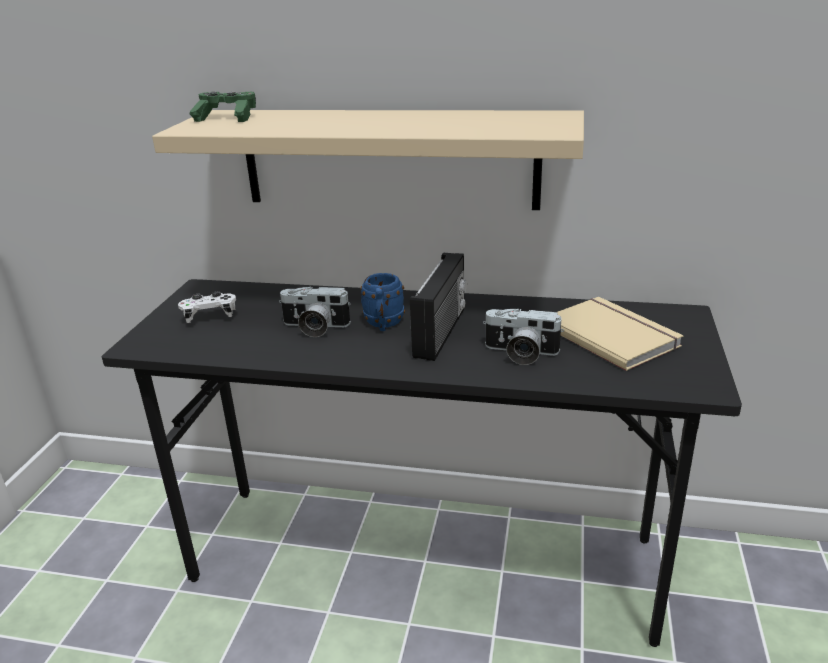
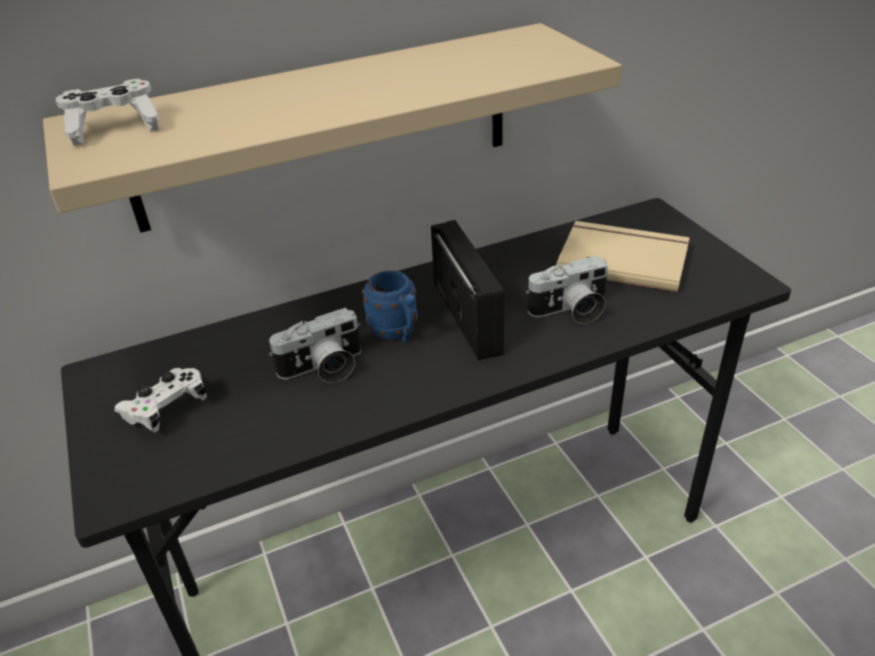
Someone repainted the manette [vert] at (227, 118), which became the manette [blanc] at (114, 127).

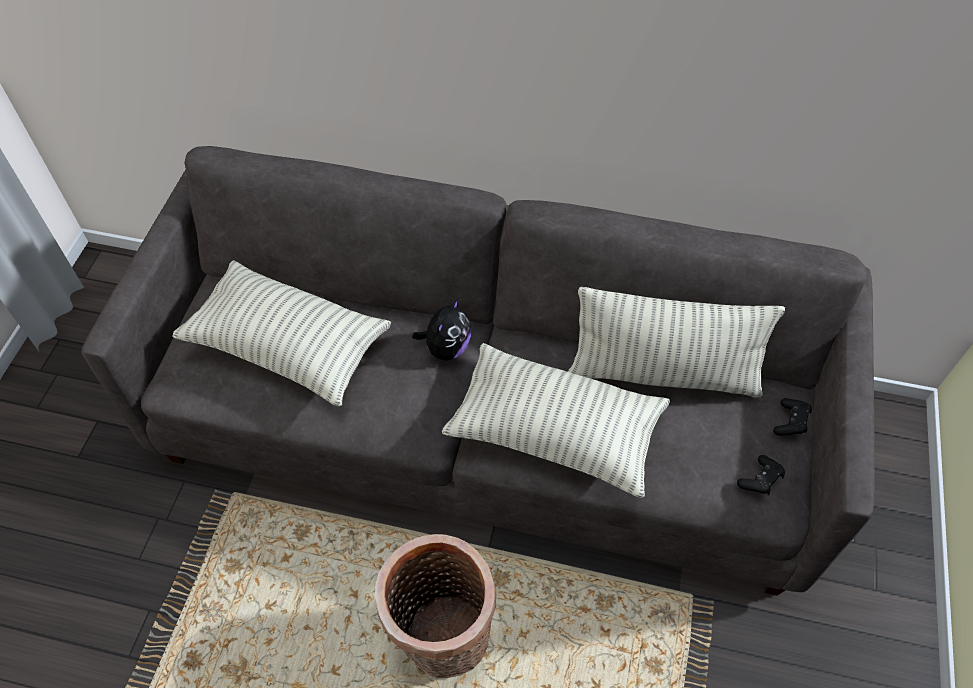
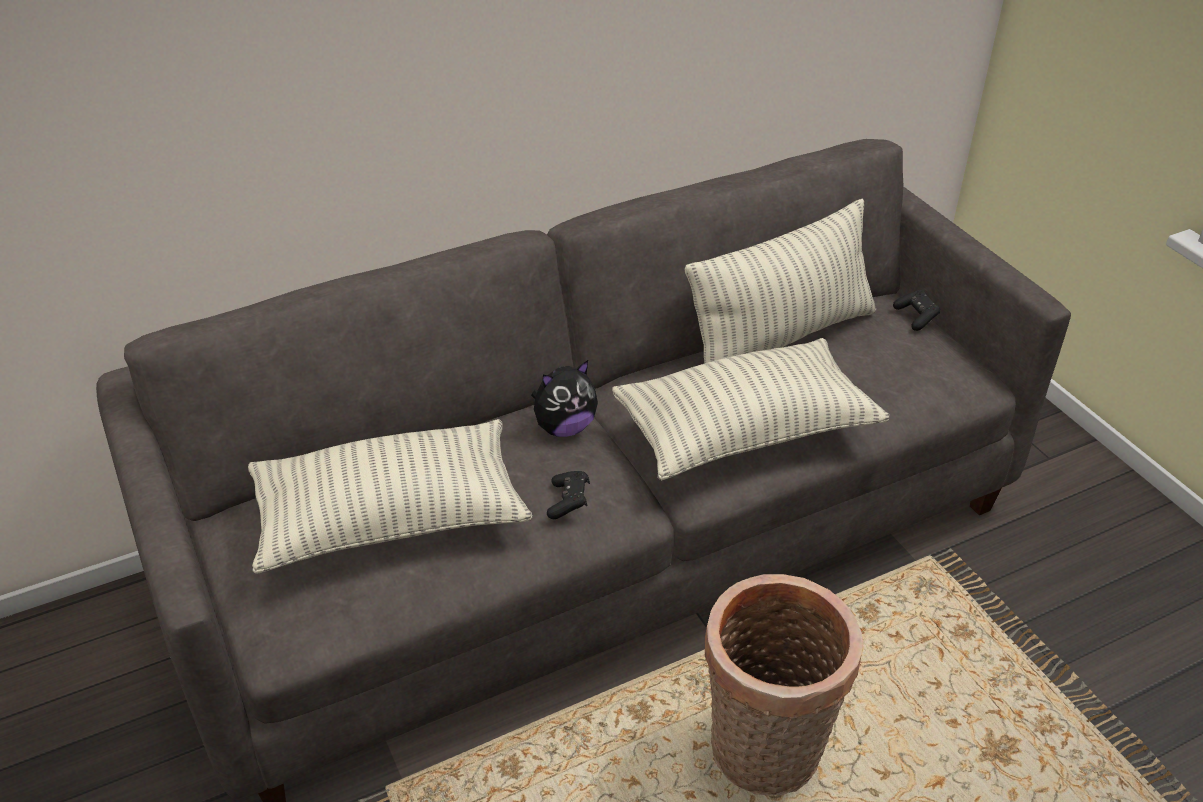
Someone carried the manette [noir] from (760, 480) to (569, 502).
Someone rotated the peluche at (446, 348) by 75 degrees clockwise.

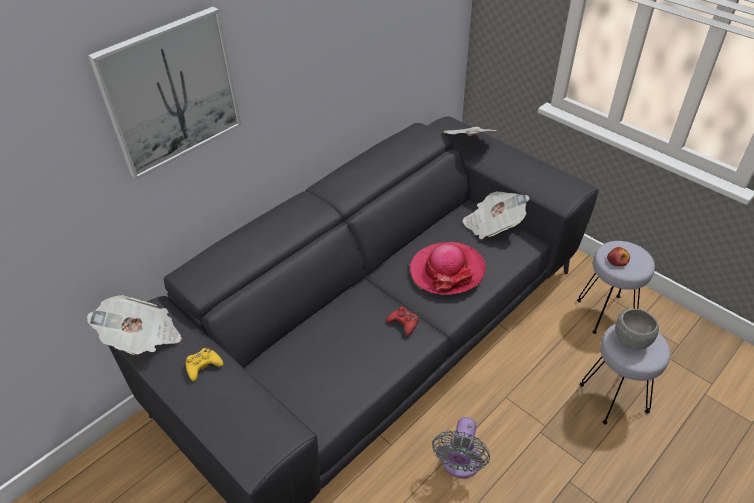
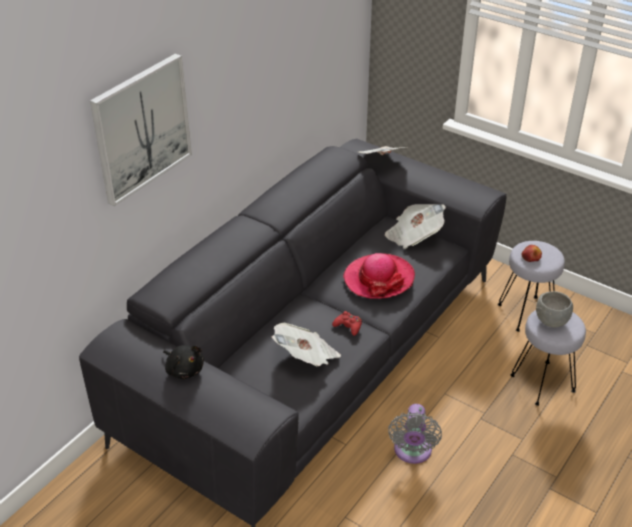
Someone carried the journal from (143, 338) to (306, 357).
Someone swapped the manette [jaune] at (203, 366) for the peluche [noir] at (184, 369).

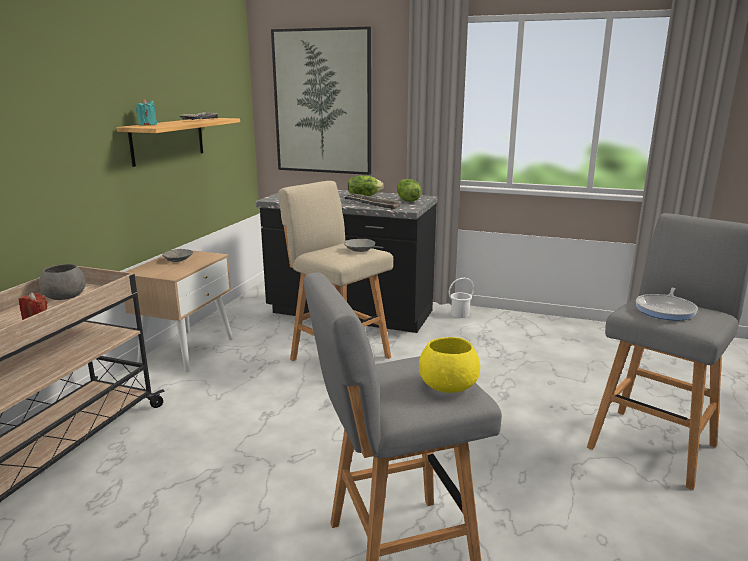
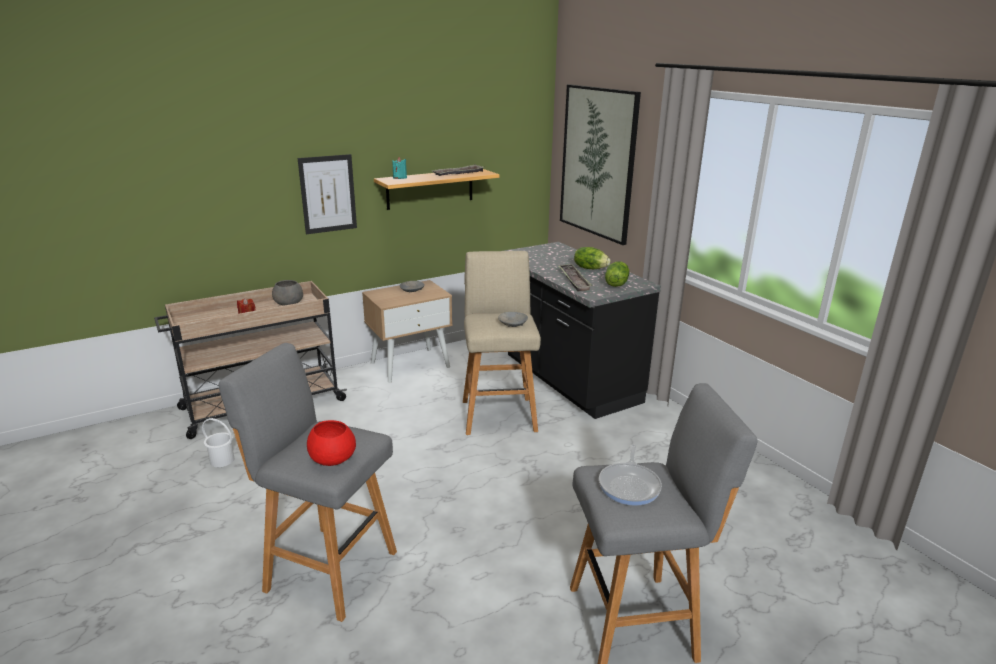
Someone put up the tableau at (328, 194).
Someone carried the seau [blanc] from (459, 314) to (222, 460).
Someone repainted the bol [jaune] at (447, 385), which became the bol [rouge] at (332, 458).
Someone rotated the poêle at (666, 310) by 60 degrees counterclockwise.

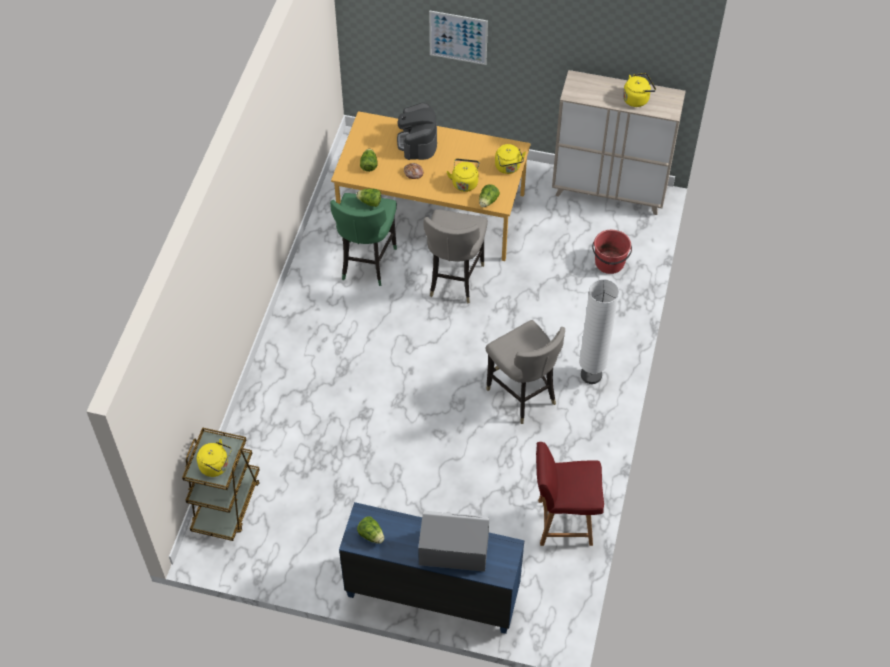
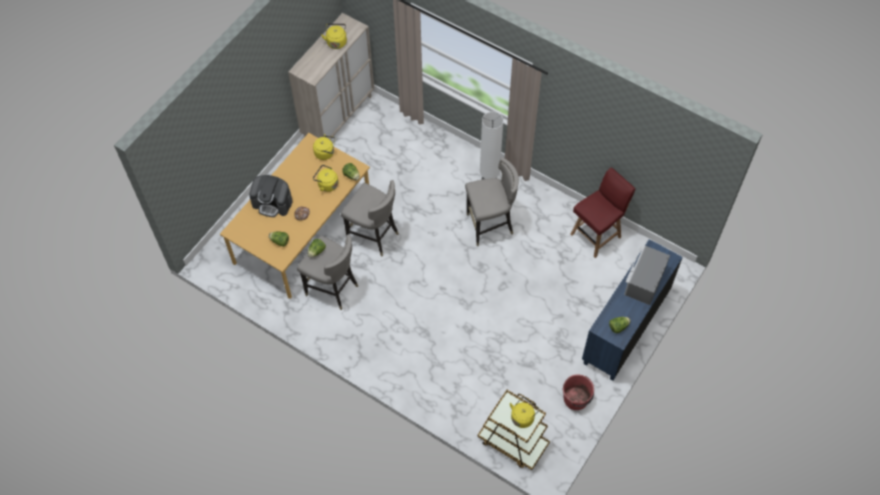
Someone took away the tableau at (458, 37).
Someone carried the seau [rouge] from (609, 263) to (576, 399).
Someone repainted the tabouret [vert] at (366, 263), which became the tabouret [gris] at (333, 289).
Someone rotated the chaise [rouge] at (563, 522) by 150 degrees counterclockwise.

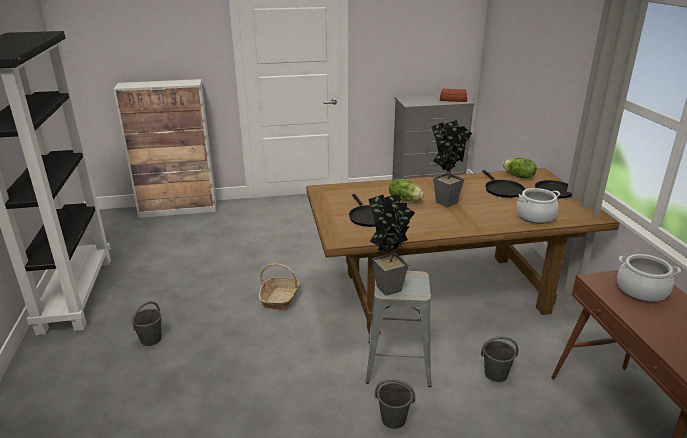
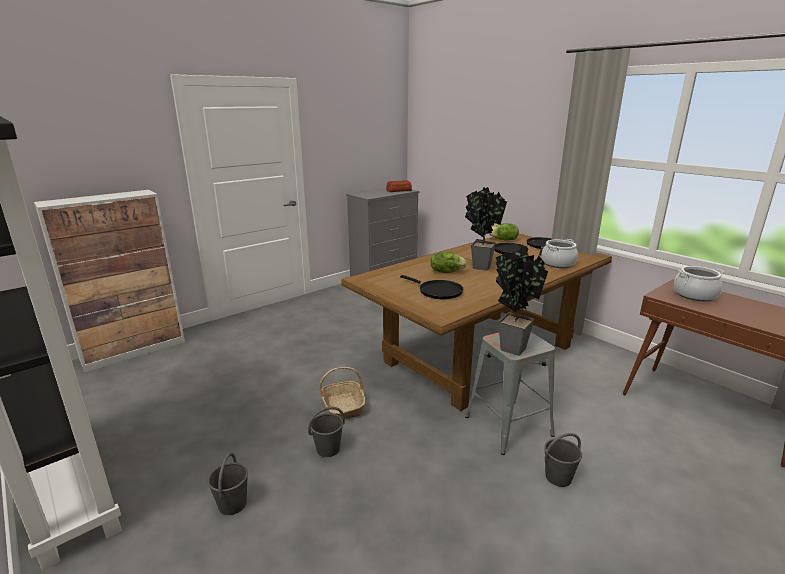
Someone carried the seau [gris] from (495, 374) to (327, 449).

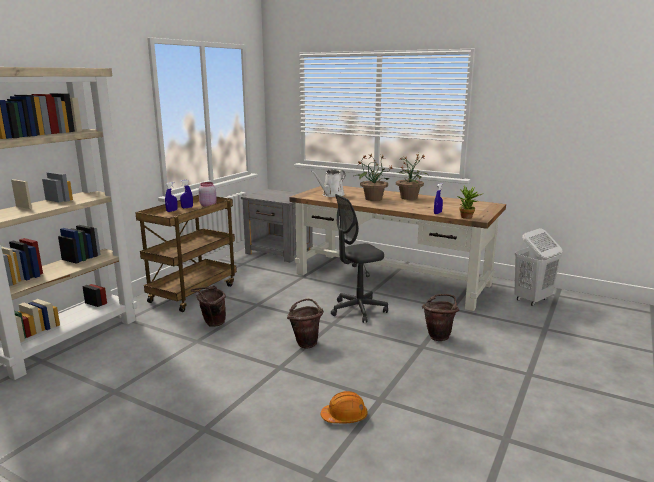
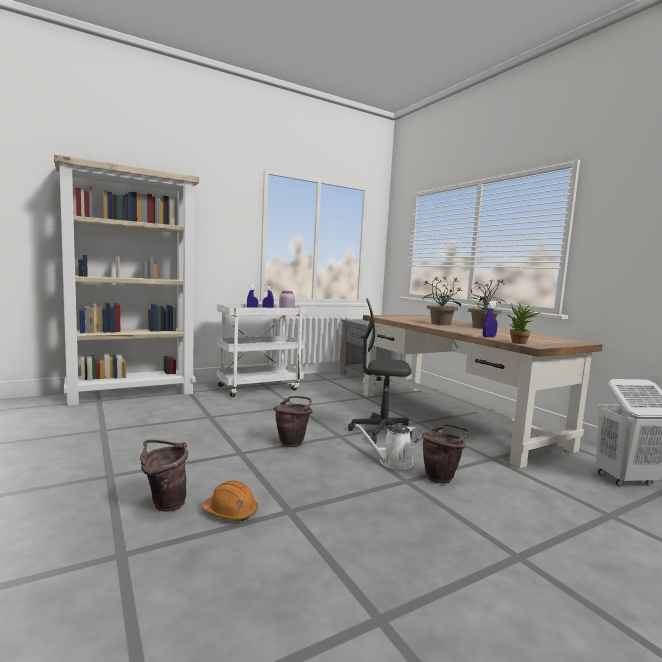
Someone carried the seau [marron] from (211, 323) to (164, 504).
Someone carried the arrosoir [blanc] from (331, 195) to (393, 462).
Someone repainted the chariot [marron] at (193, 292), which became the chariot [blanc] at (260, 387).

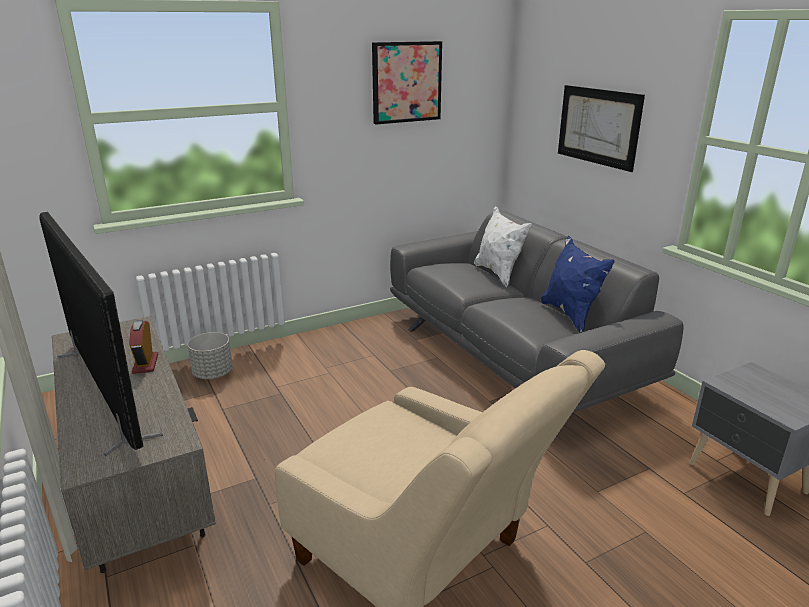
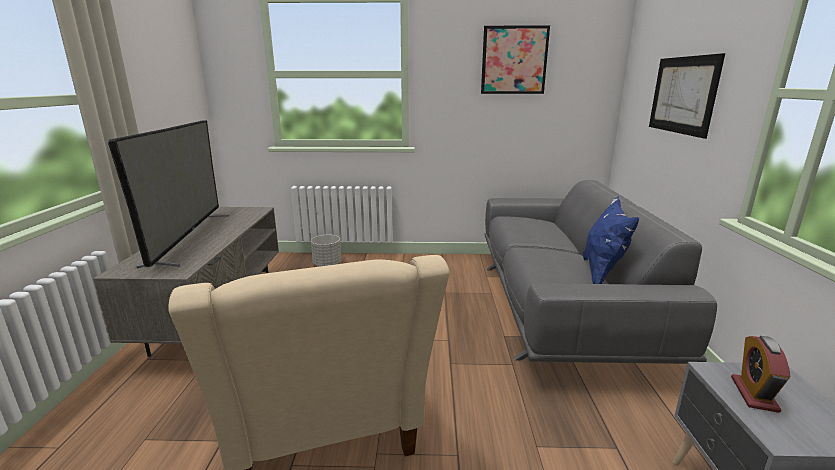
Someone took away the coussin [blanc] at (498, 273).
Someone carried the réveil from (145, 364) to (754, 394).

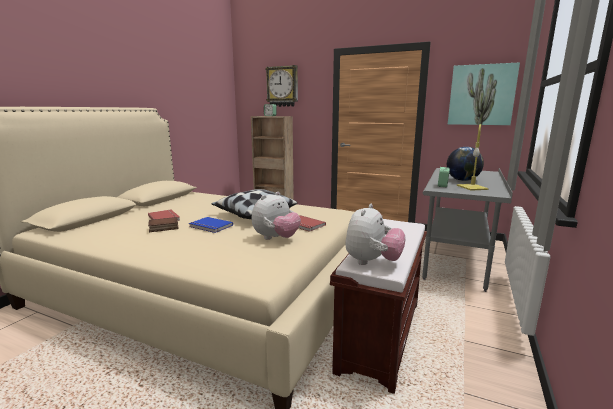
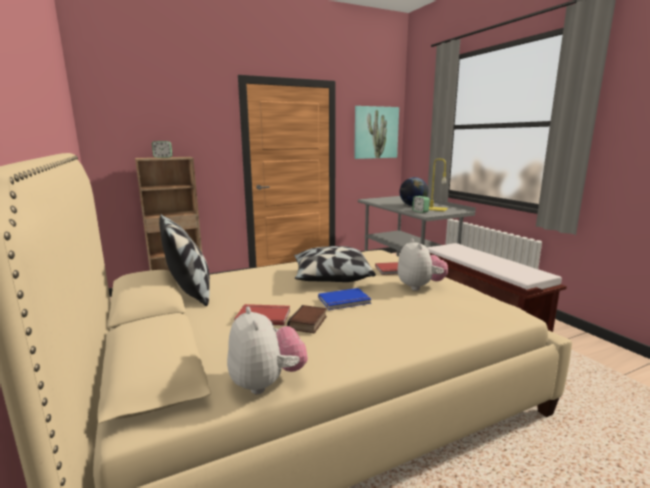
Someone took away the horloge murale at (282, 86).
Someone put down the coussin at (189, 293).
Someone carried the peluche from (372, 262) to (266, 382).

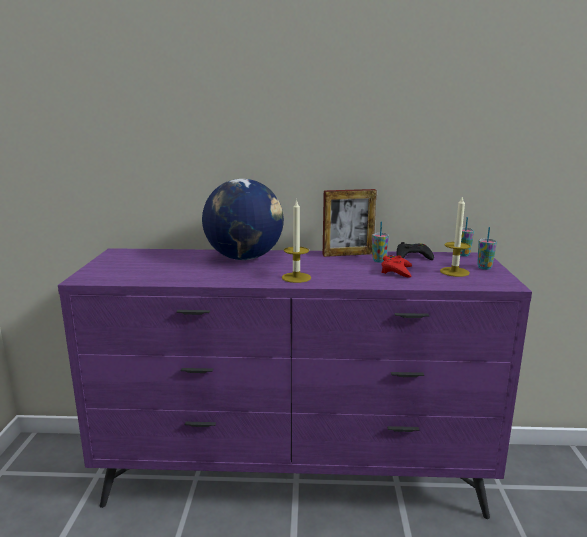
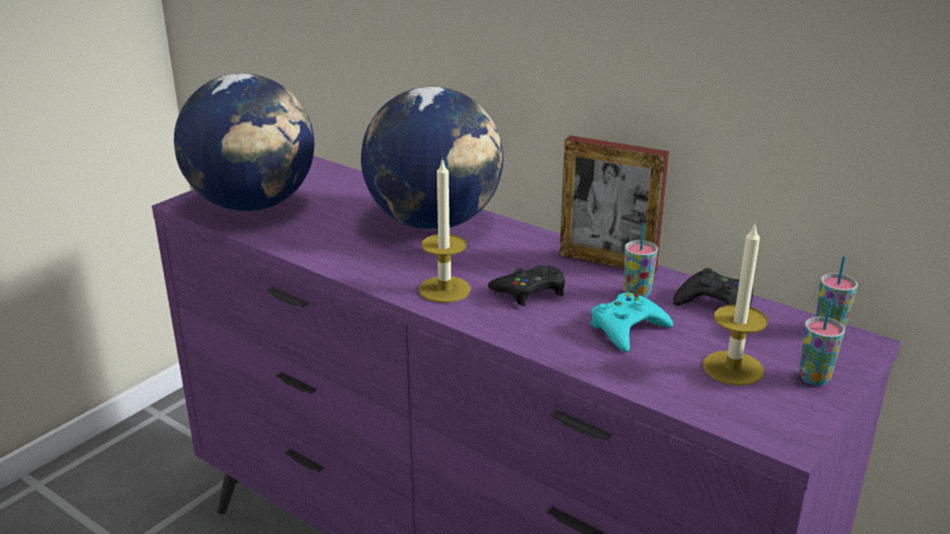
Someone put down the globe at (253, 205).
Someone put down the manette [noir] at (530, 291).
Someone repainted the manette [rouge] at (396, 271), which became the manette [turquoise] at (627, 329).

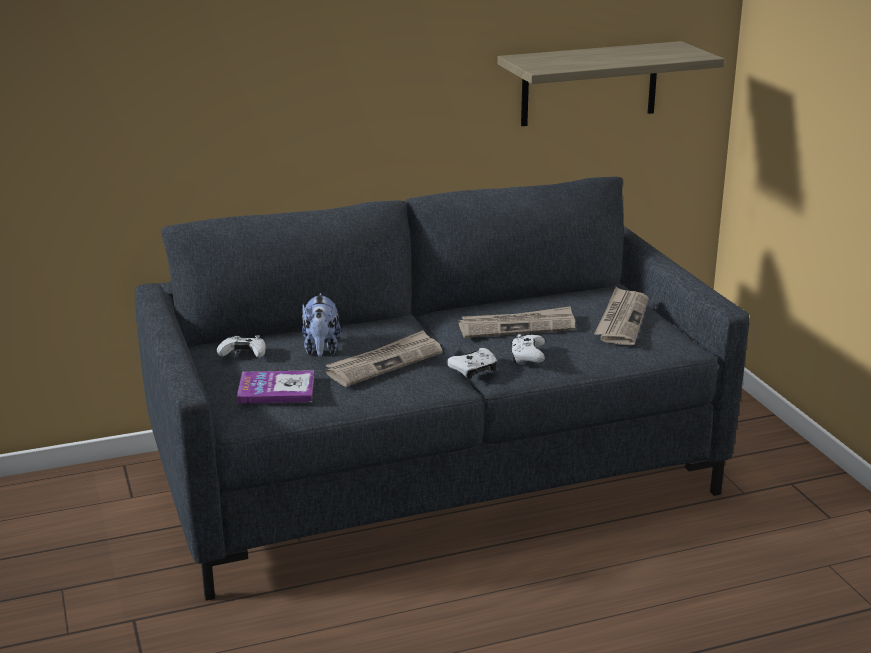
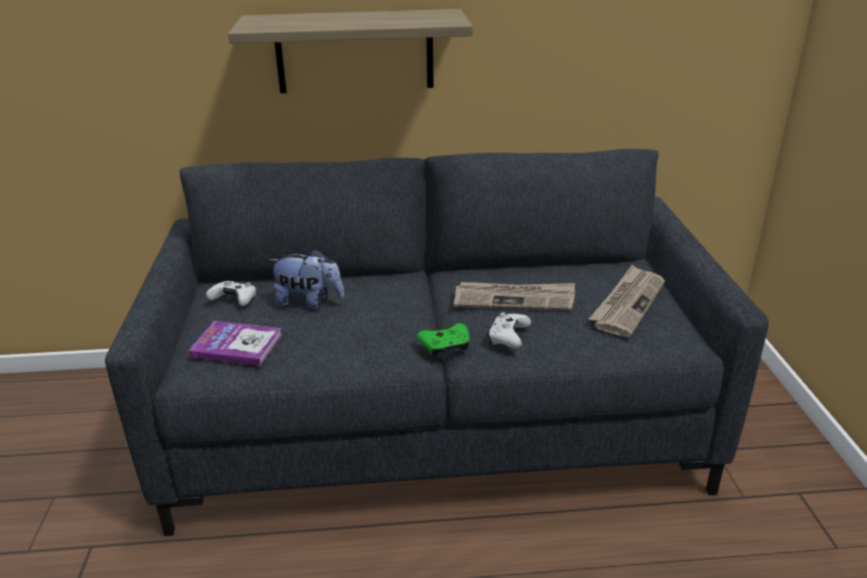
Someone took away the journal at (384, 362).
Someone carried the étagère from (589, 84) to (355, 51).
Someone repainted the manette [blanc] at (474, 370), which became the manette [vert] at (445, 347).
Someone rotated the peluche at (321, 349) by 90 degrees counterclockwise.

